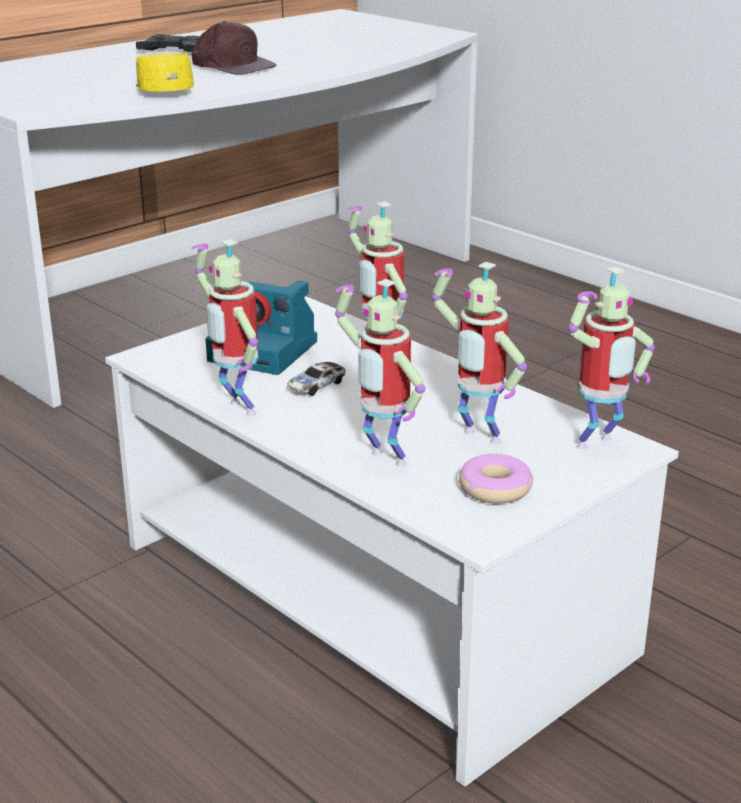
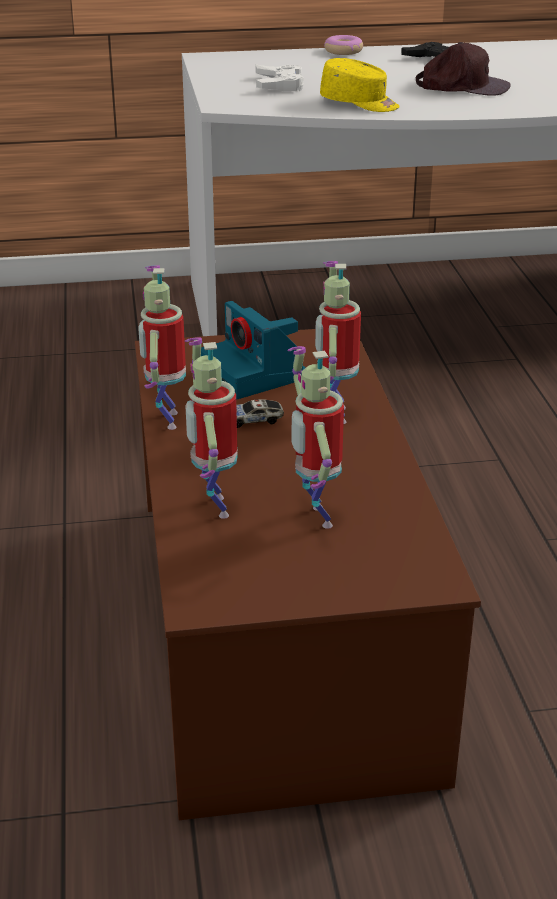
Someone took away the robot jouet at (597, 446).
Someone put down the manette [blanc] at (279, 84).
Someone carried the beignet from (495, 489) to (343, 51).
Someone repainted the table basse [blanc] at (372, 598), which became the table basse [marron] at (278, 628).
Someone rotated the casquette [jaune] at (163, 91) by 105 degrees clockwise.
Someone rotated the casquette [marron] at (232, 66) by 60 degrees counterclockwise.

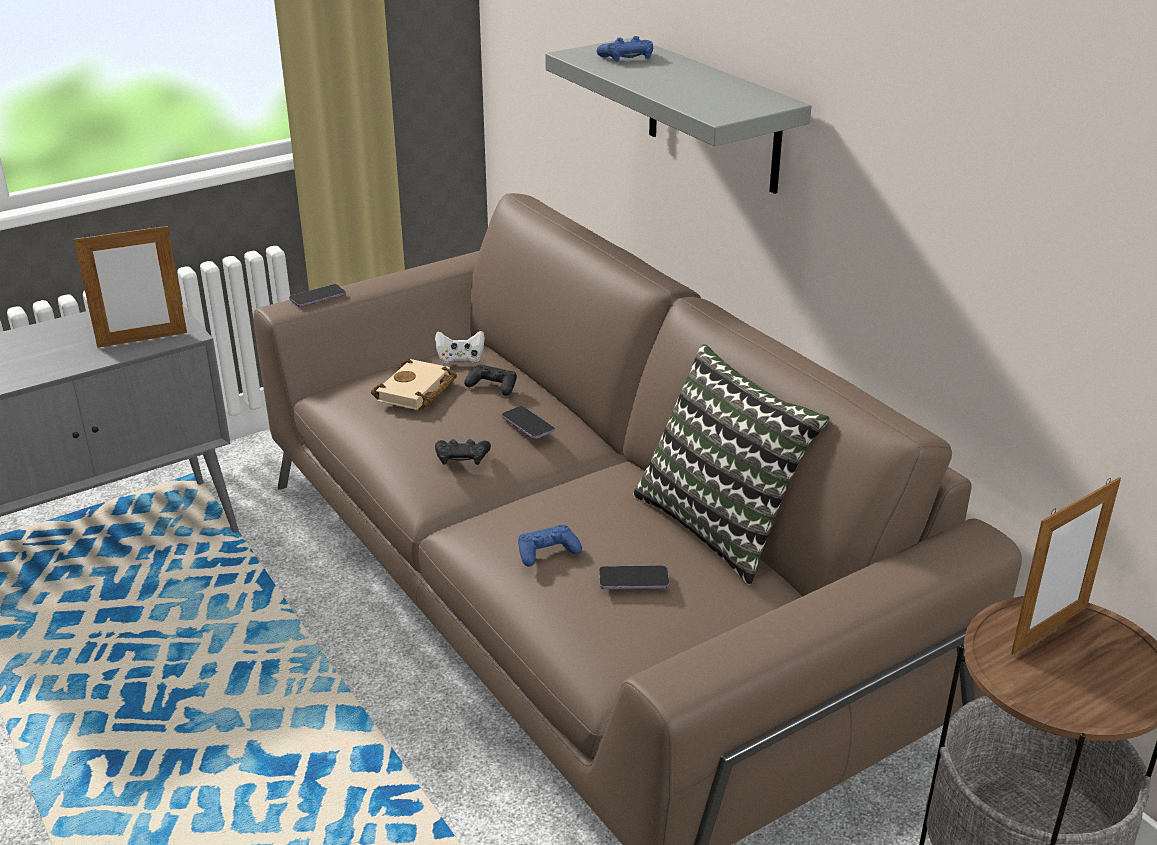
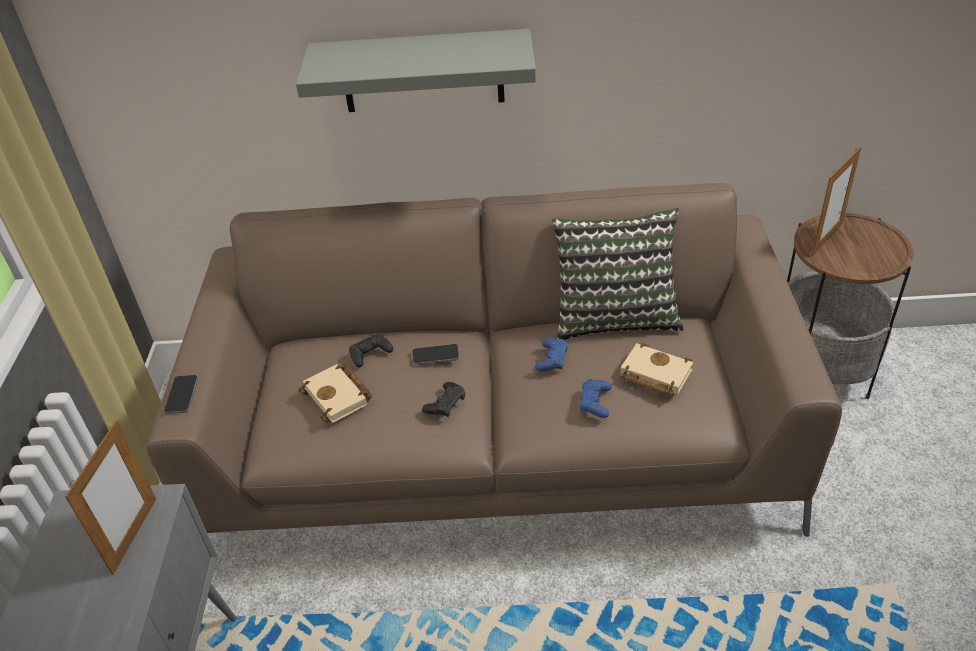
Someone took away the manette [blanc] at (460, 360).
Someone carried the manette [bleu] from (627, 57) to (552, 359).
Someone swapped the téléphone at (633, 579) for the livre [beige] at (653, 374).
Someone rotated the cadre photo at (1049, 629) by 45 degrees clockwise.

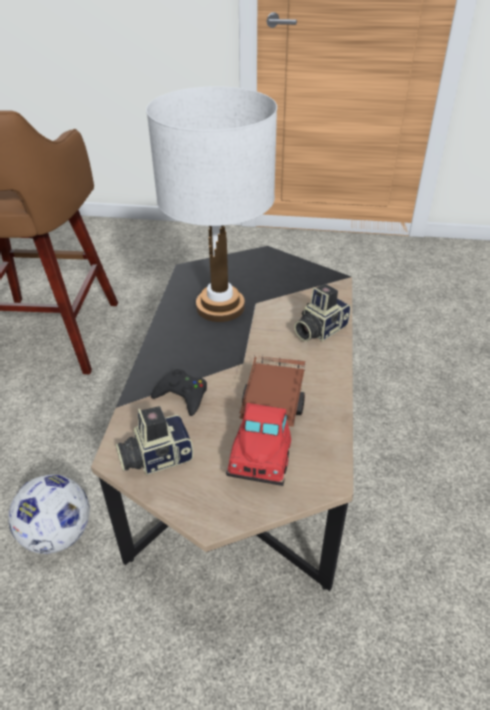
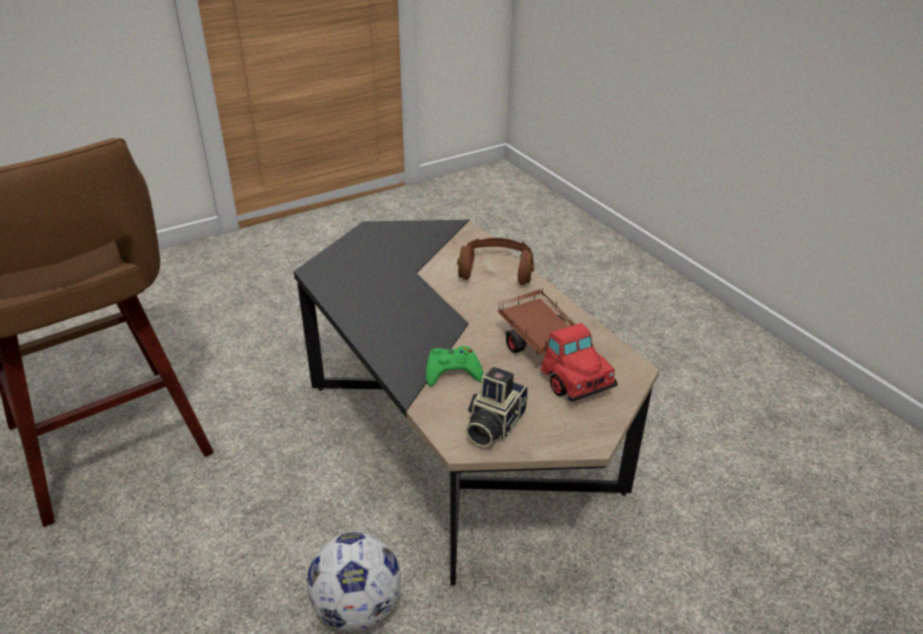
Someone took away the lampe de table [blanc] at (220, 307).
Someone swapped the appareil photo at (319, 329) for the casque audio [marron] at (496, 270).
Someone repainted the manette [noir] at (182, 395), which became the manette [vert] at (452, 371).

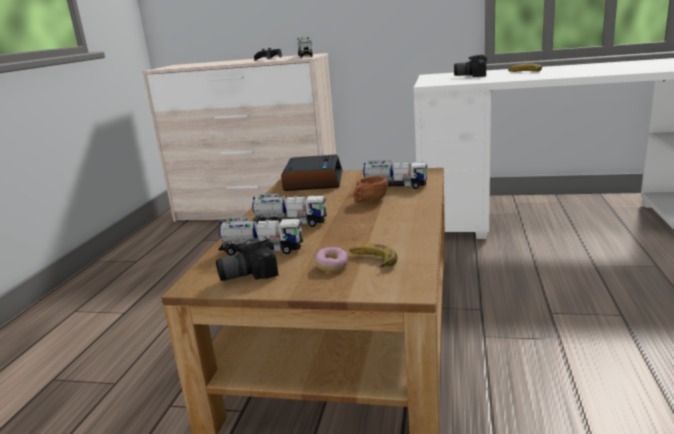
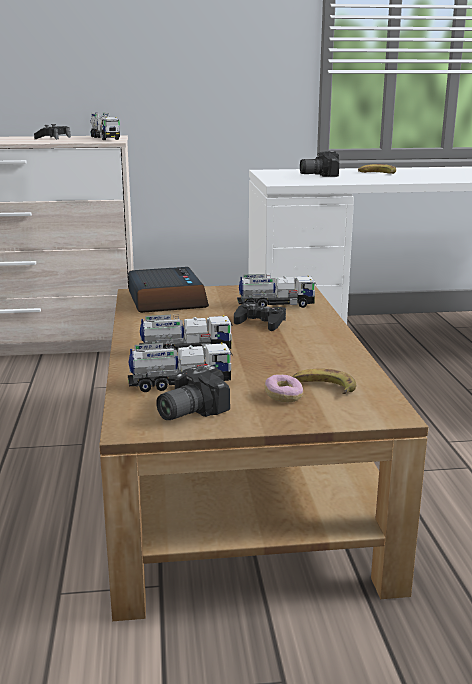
Someone swapped the tasse [marron] at (369, 201) for the manette [noir] at (261, 323).

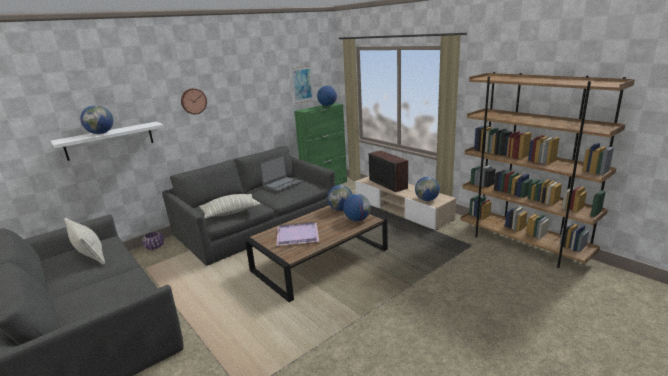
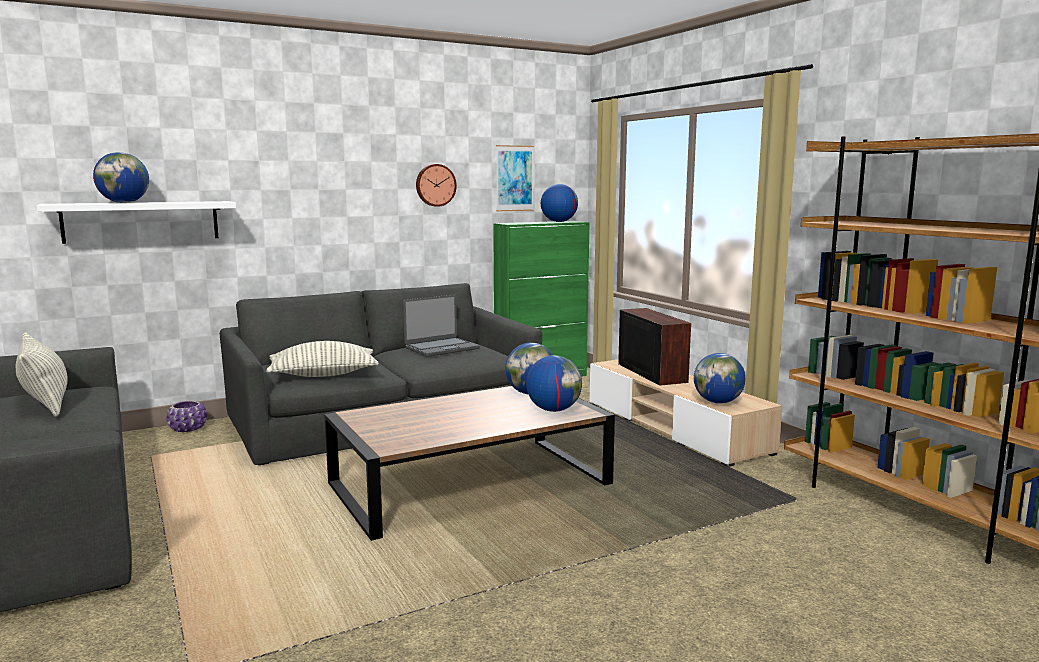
Someone took away the plateau [violet] at (296, 236).
Someone carried the horloge murale from (193, 101) to (435, 185).

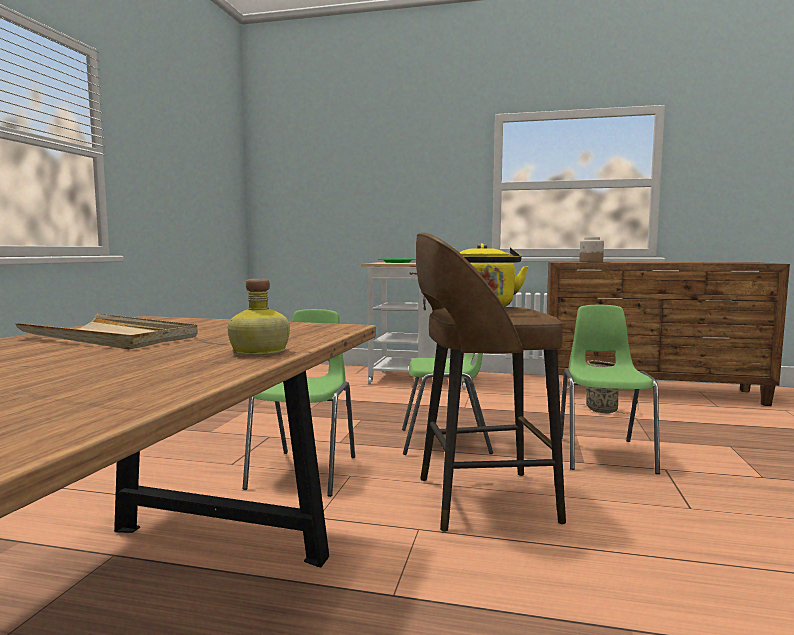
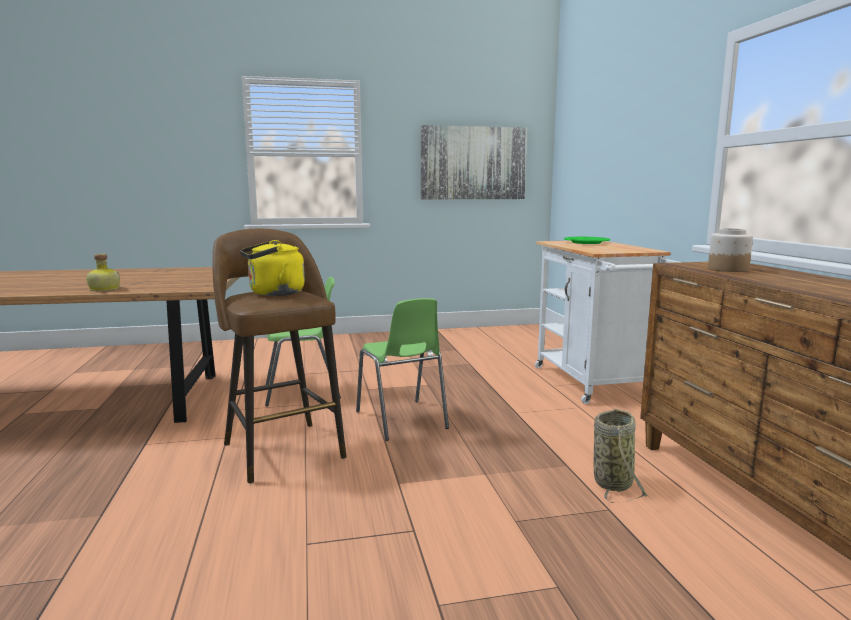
Someone took away the plateau [beige] at (110, 337).
Someone took away the chaise [vert] at (603, 454).
Someone put up the tableau at (473, 163).

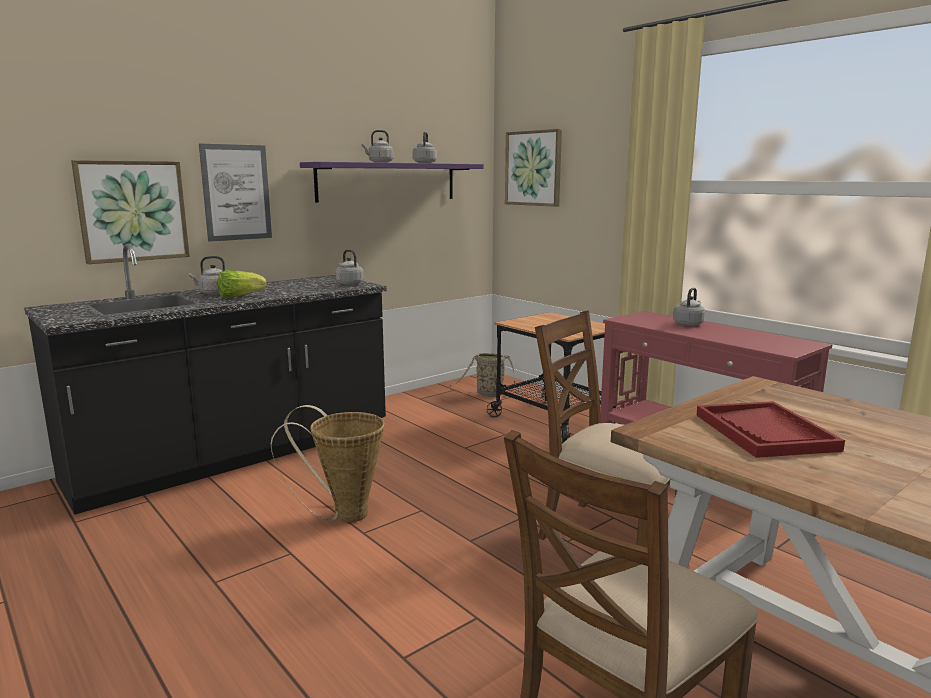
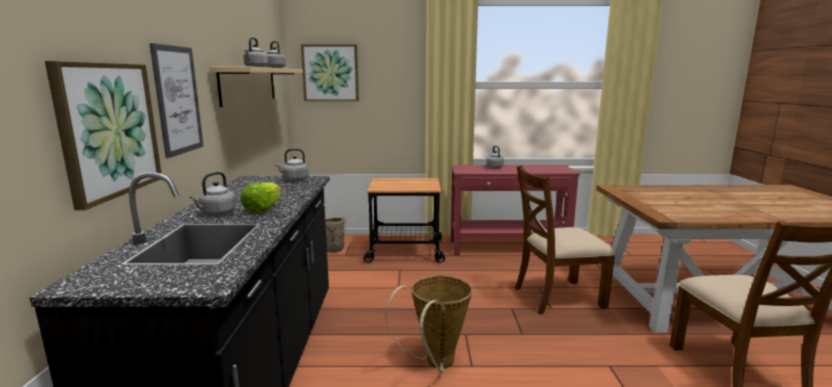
Someone took away the plateau [rouge] at (765, 432).
Someone repainted the étagère [violet] at (388, 182), which became the étagère [beige] at (249, 85).

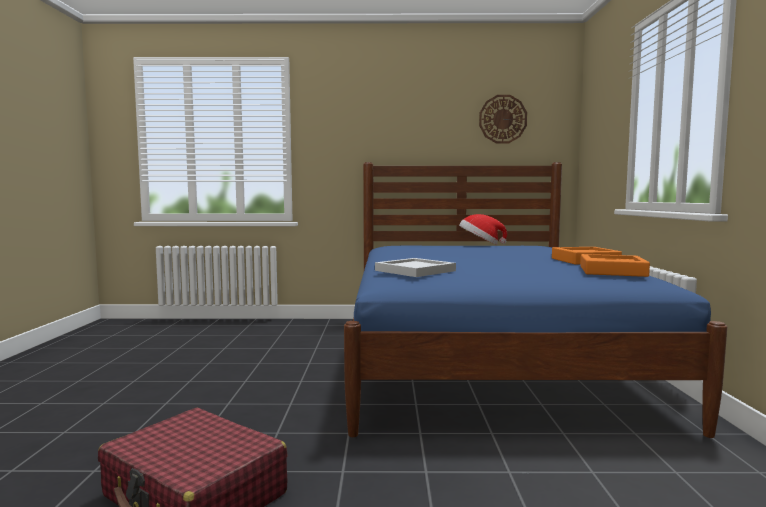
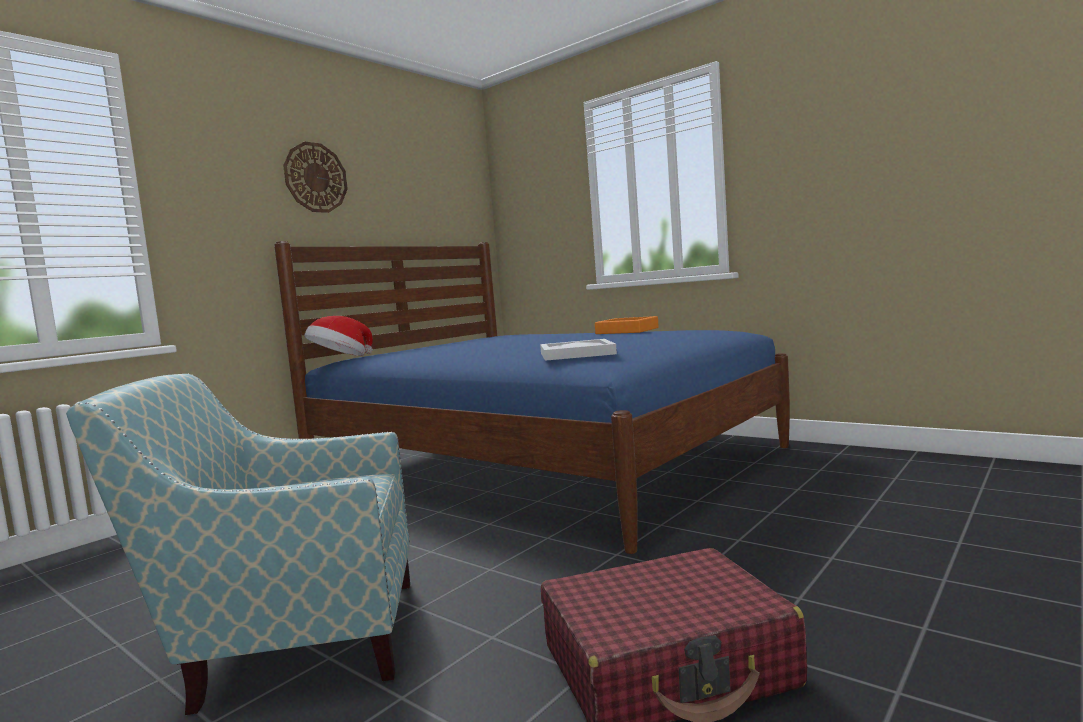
Someone took away the plateau [orange] at (612, 271).
Someone put down the fauteuil at (290, 640).
Someone carried the chapeau from (480, 244) to (340, 358).
Someone carried the horloge murale from (502, 119) to (315, 177).

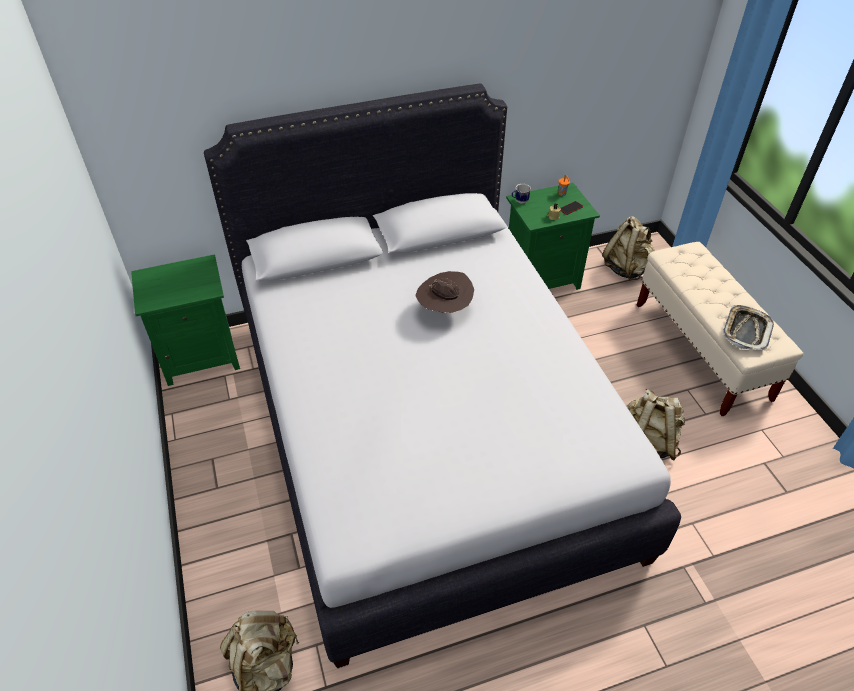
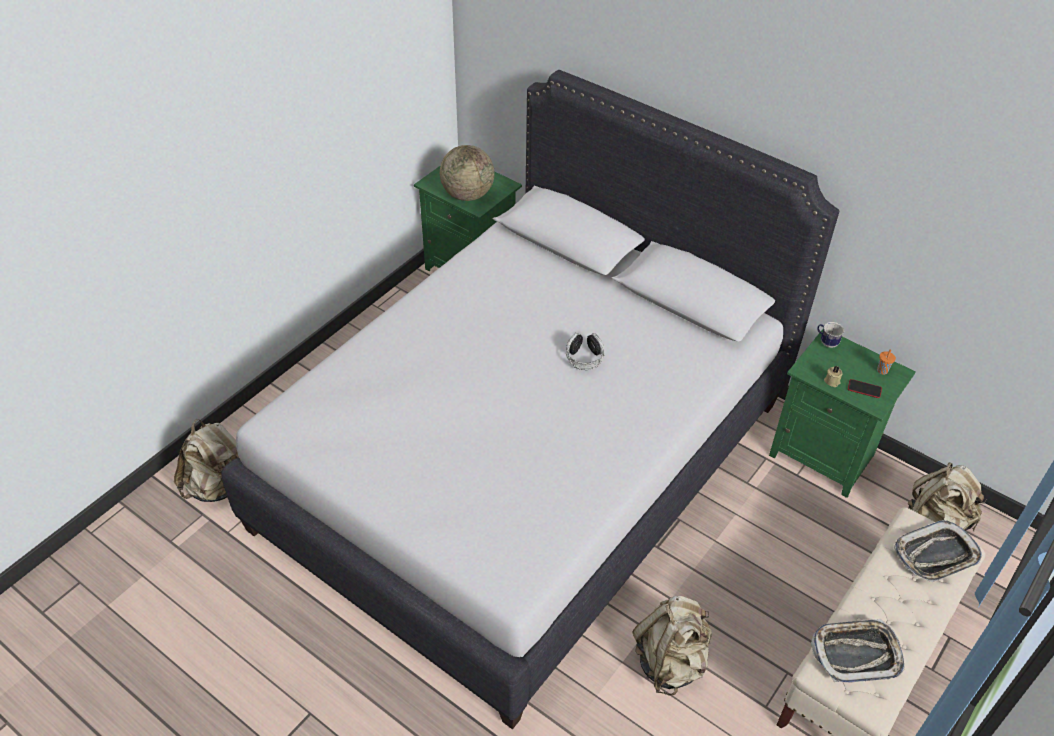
Someone put down the globe at (467, 195).
Someone put down the plateau at (936, 555).
Someone swapped the chapeau [marron] at (444, 310) for the casque audio at (584, 357).

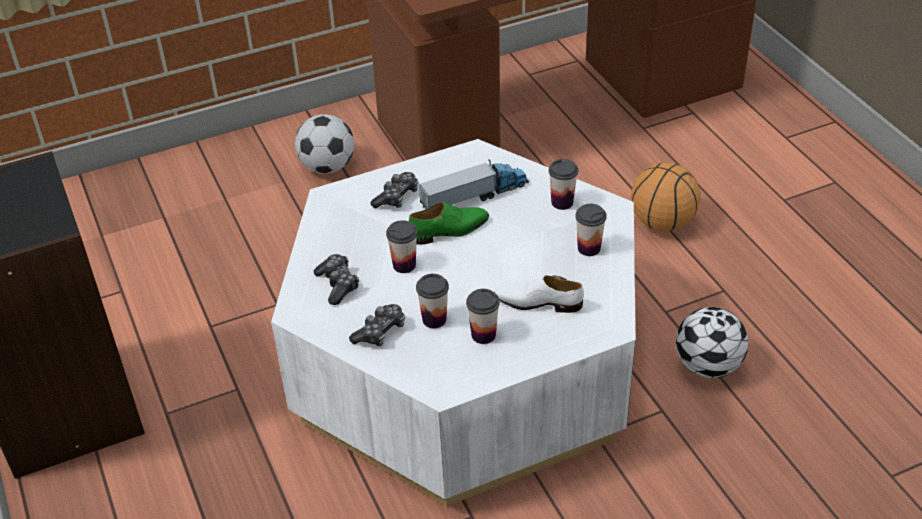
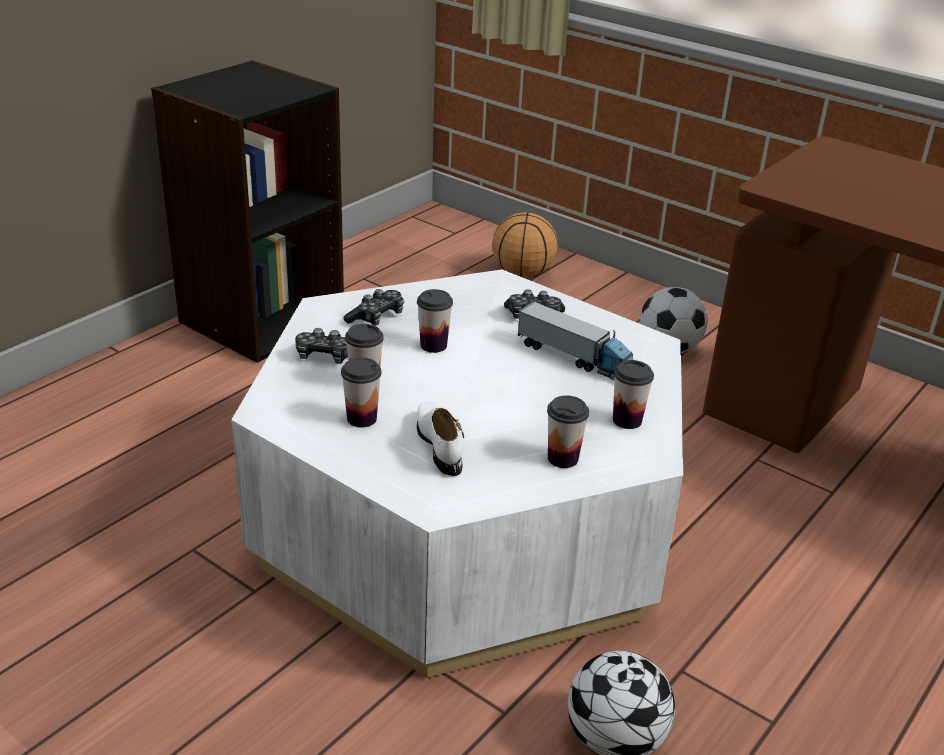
Someone took away the chaussure [vert] at (450, 230).
Someone carried the ballon de basket from (662, 222) to (523, 274).

